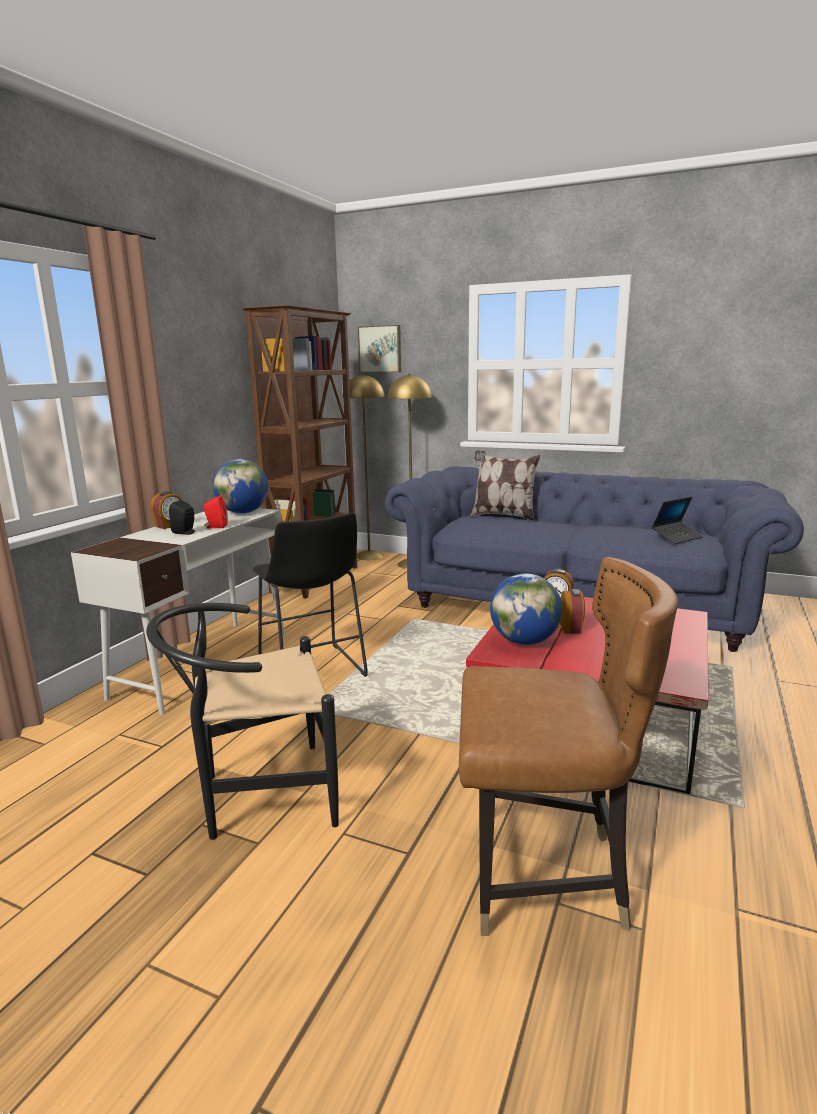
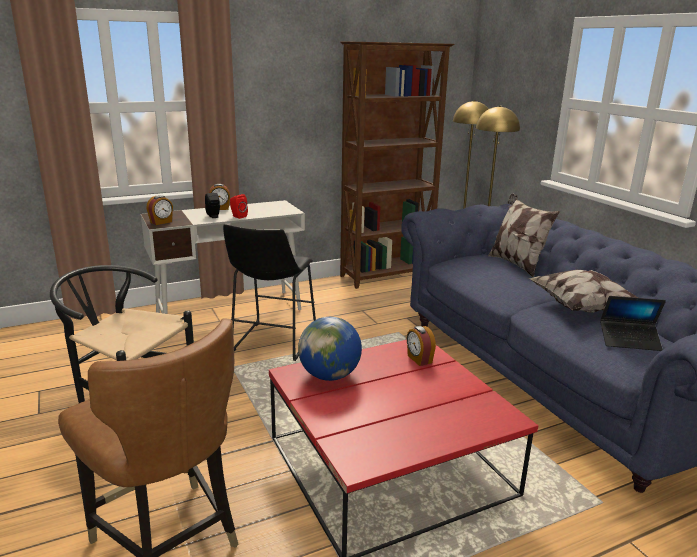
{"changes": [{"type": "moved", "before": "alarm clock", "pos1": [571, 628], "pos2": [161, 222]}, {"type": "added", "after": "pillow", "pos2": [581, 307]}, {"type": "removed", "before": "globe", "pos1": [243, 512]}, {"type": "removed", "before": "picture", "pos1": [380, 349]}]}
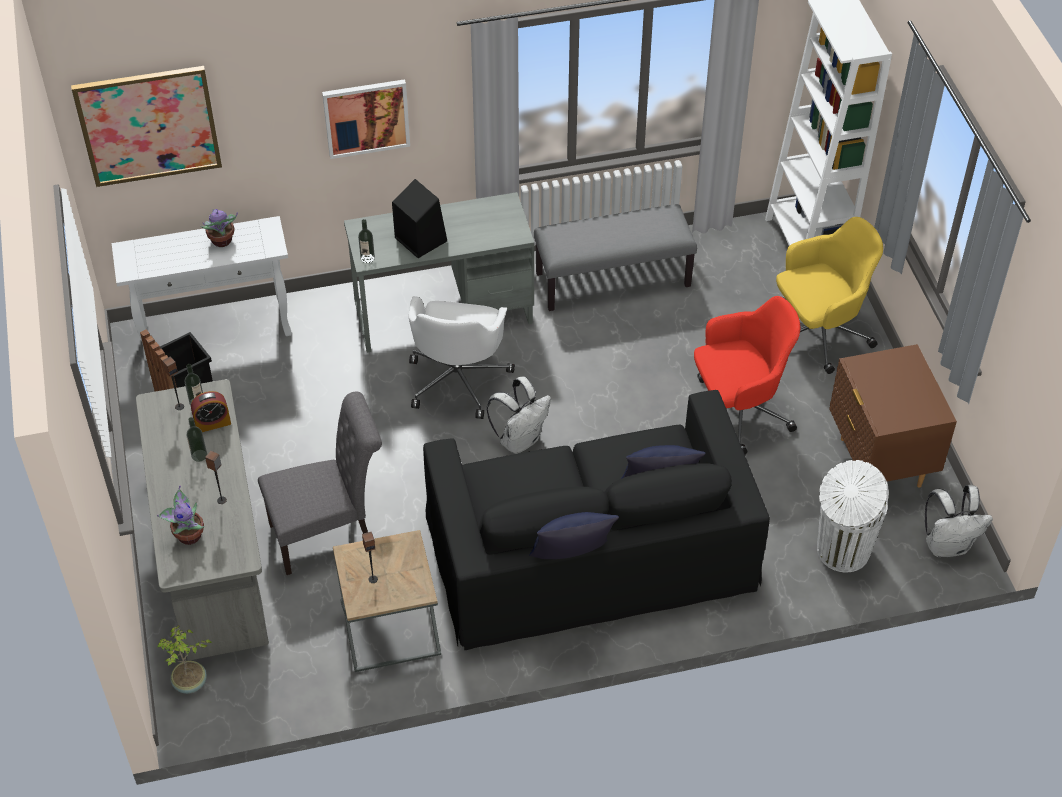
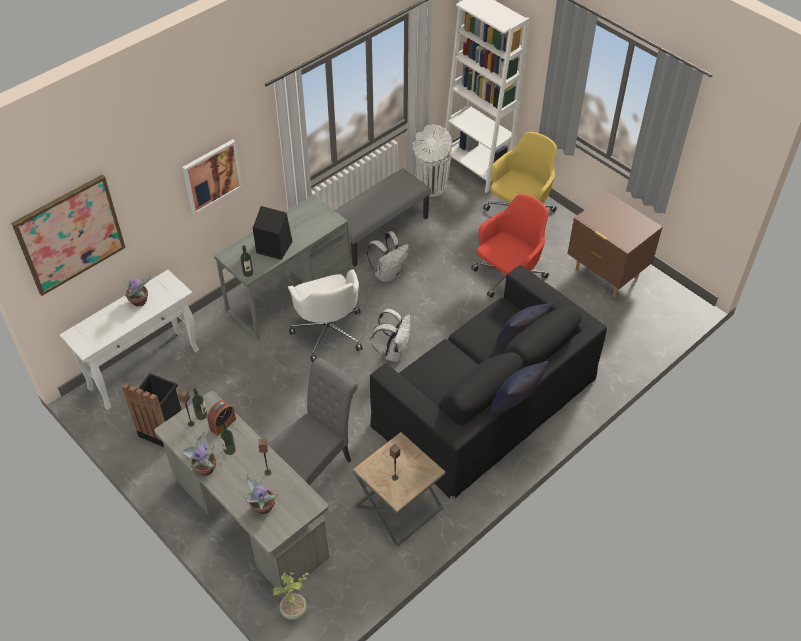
{"changes": [{"type": "added", "after": "potted plant", "pos2": [204, 467]}, {"type": "moved", "before": "white backpack", "pos1": [948, 545], "pos2": [388, 274]}, {"type": "moved", "before": "white trash can", "pos1": [841, 551], "pos2": [431, 186]}]}
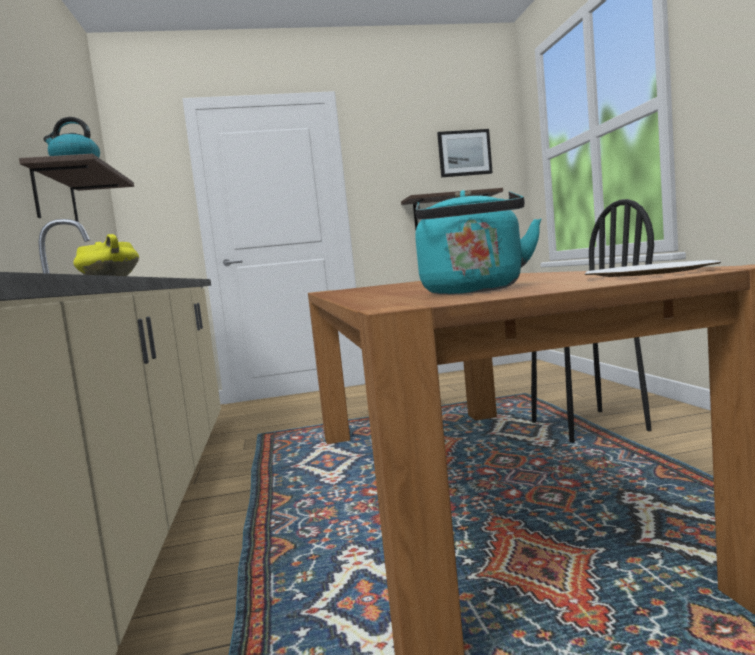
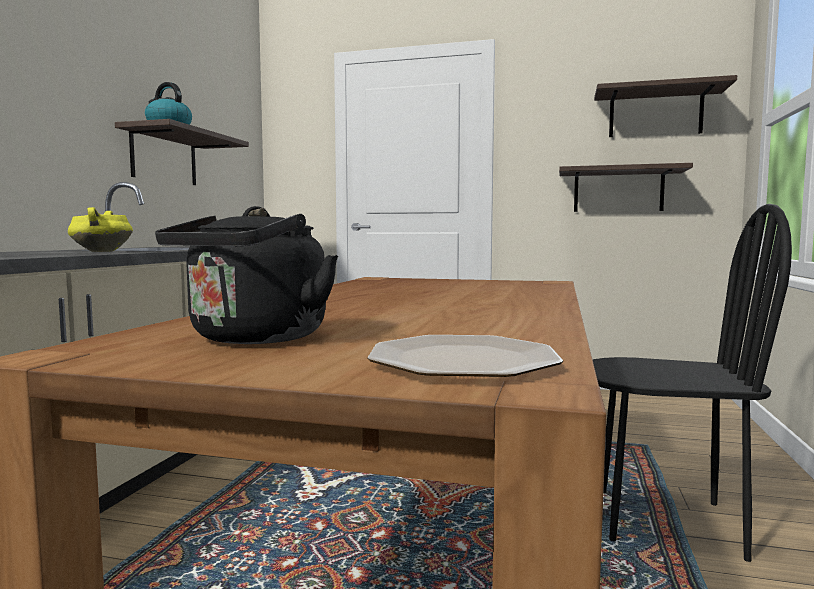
{"changes": [{"type": "recoloured", "before": "turquoise kettle", "after": "black kettle", "pos1": [474, 291], "pos2": [253, 339]}, {"type": "replaced", "before": "picture", "after": "shelf", "pos1": [464, 153], "pos2": [655, 114]}]}
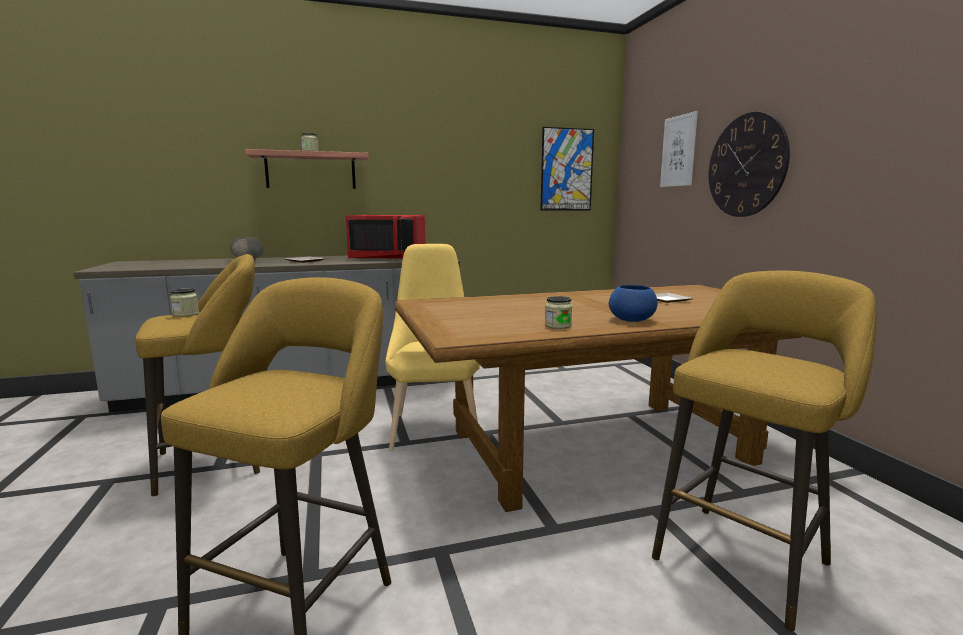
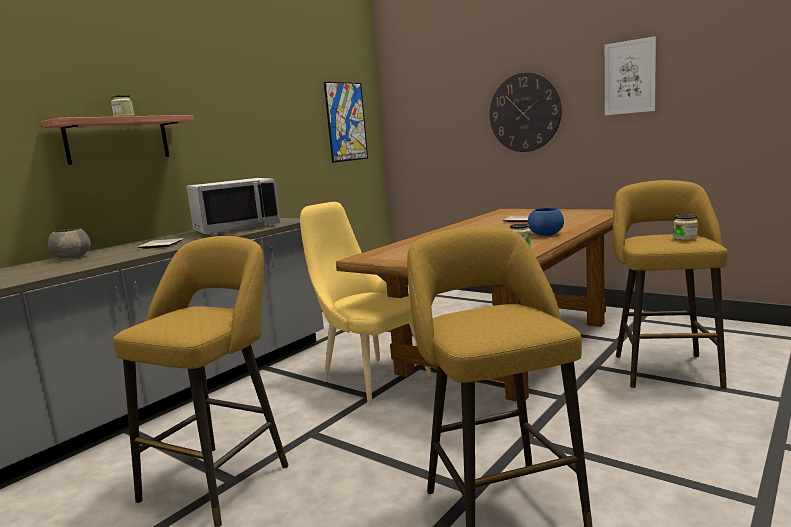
{"changes": [{"type": "recoloured", "before": "red microwave", "after": "grey microwave", "pos1": [389, 258], "pos2": [236, 228]}, {"type": "moved", "before": "picture", "pos1": [678, 151], "pos2": [629, 77]}, {"type": "moved", "before": "jar", "pos1": [186, 314], "pos2": [685, 238]}]}
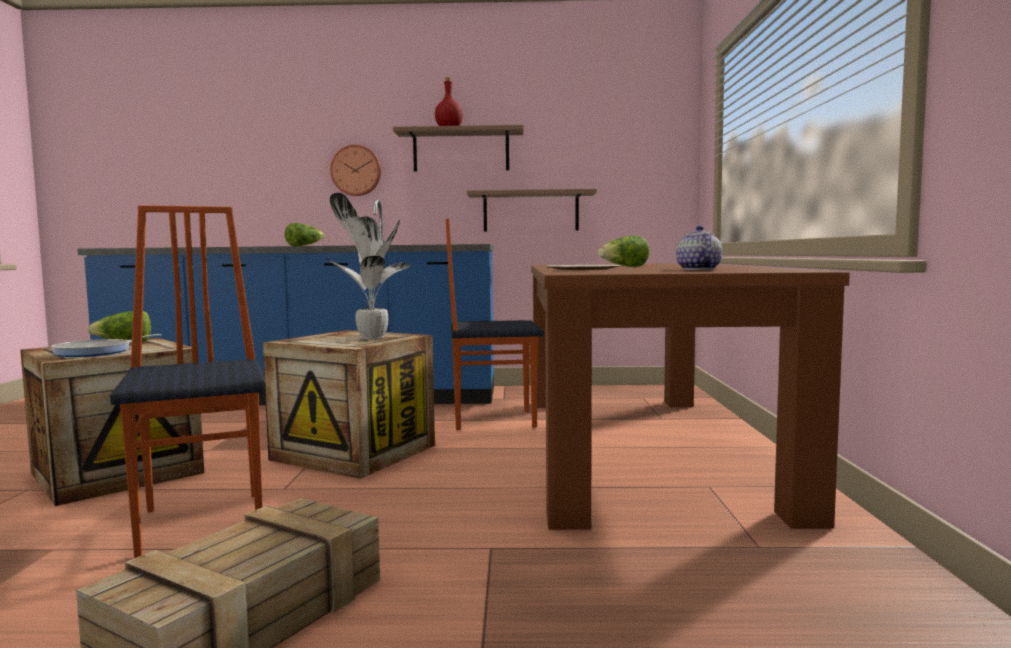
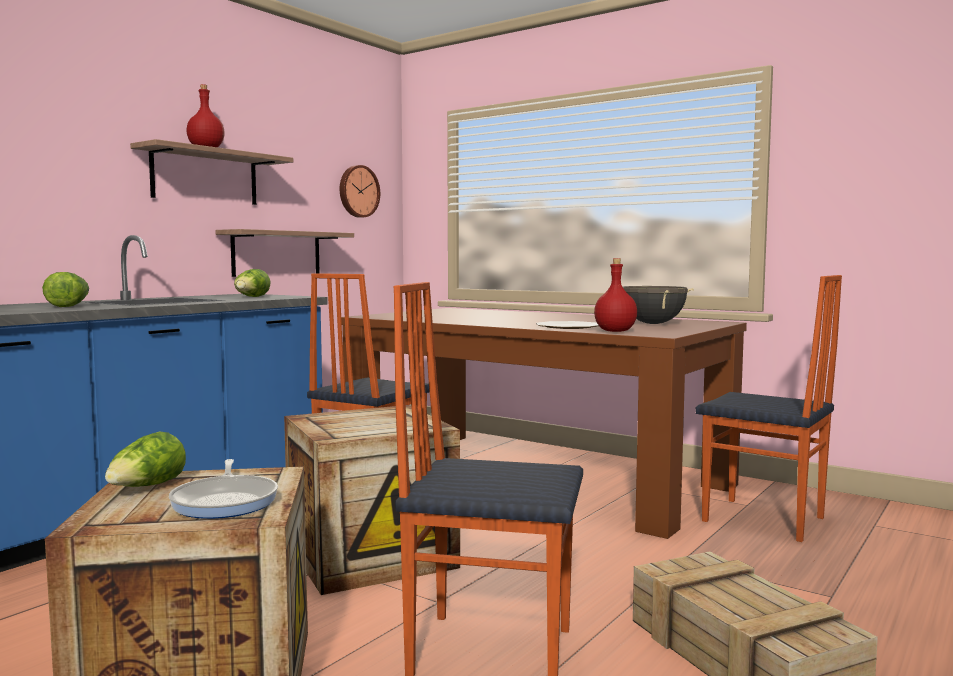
{"changes": [{"type": "moved", "before": "lettuce", "pos1": [624, 267], "pos2": [251, 297]}, {"type": "moved", "before": "wall clock", "pos1": [356, 170], "pos2": [358, 191]}, {"type": "added", "after": "red bottle", "pos2": [616, 331]}, {"type": "replaced", "before": "teapot", "after": "black cooking pot", "pos1": [697, 269], "pos2": [653, 324]}, {"type": "added", "after": "chair", "pos2": [763, 520]}, {"type": "removed", "before": "potted plant", "pos1": [370, 338]}]}
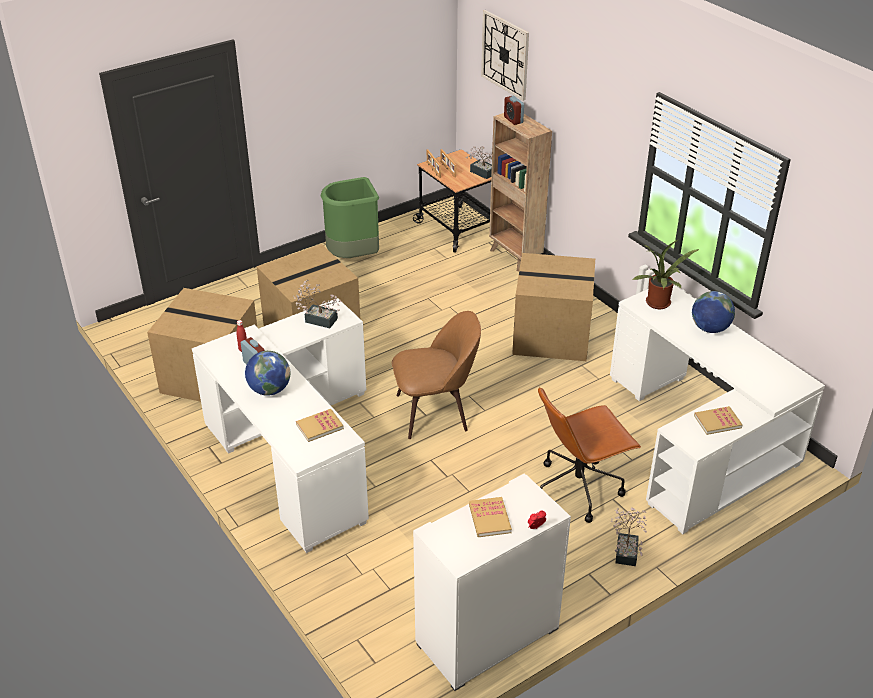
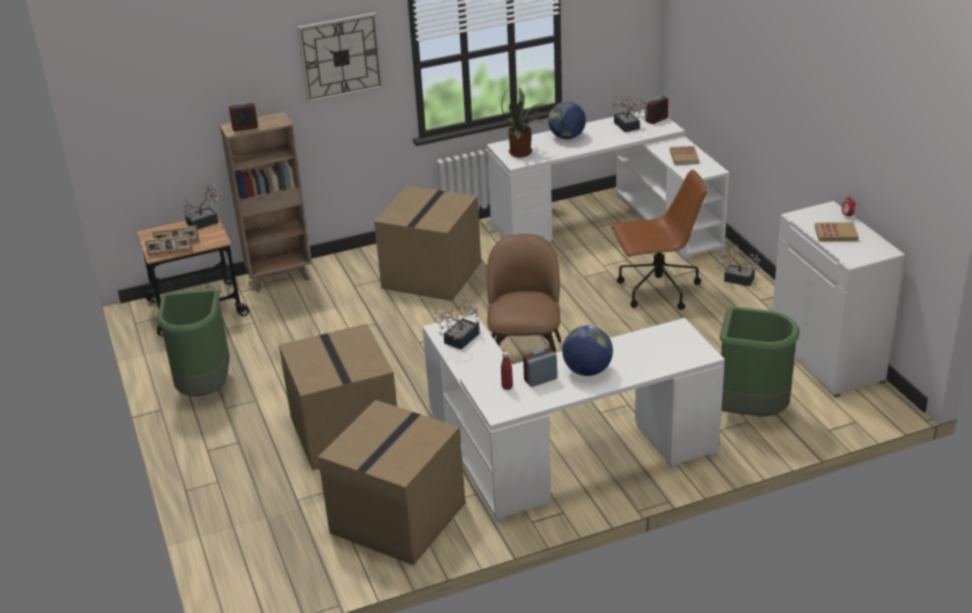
{"changes": [{"type": "moved", "before": "wall clock", "pos1": [505, 54], "pos2": [340, 57]}, {"type": "added", "after": "potted plant", "pos2": [627, 127]}, {"type": "turned", "before": "brown office chair", "pos1": [579, 488], "pos2": [656, 290], "turn": -90}, {"type": "added", "after": "alarm clock", "pos2": [656, 120]}, {"type": "added", "after": "green trash can", "pos2": [750, 411]}, {"type": "removed", "before": "book", "pos1": [319, 426]}]}
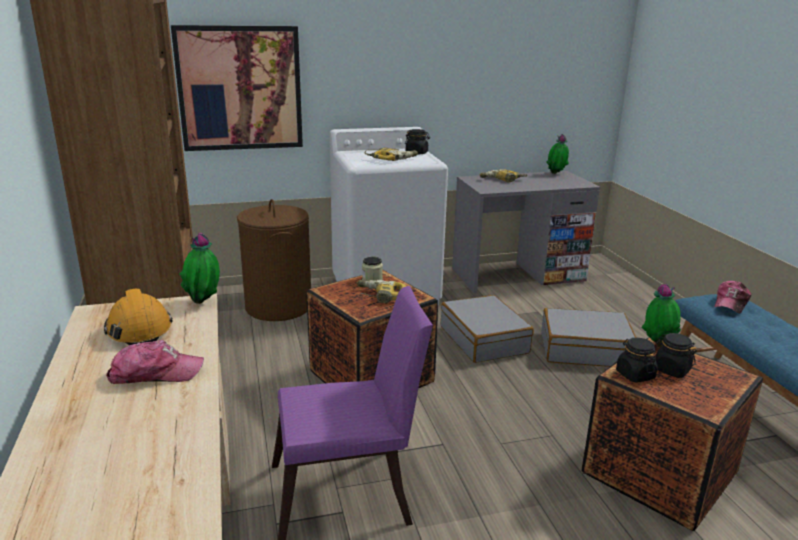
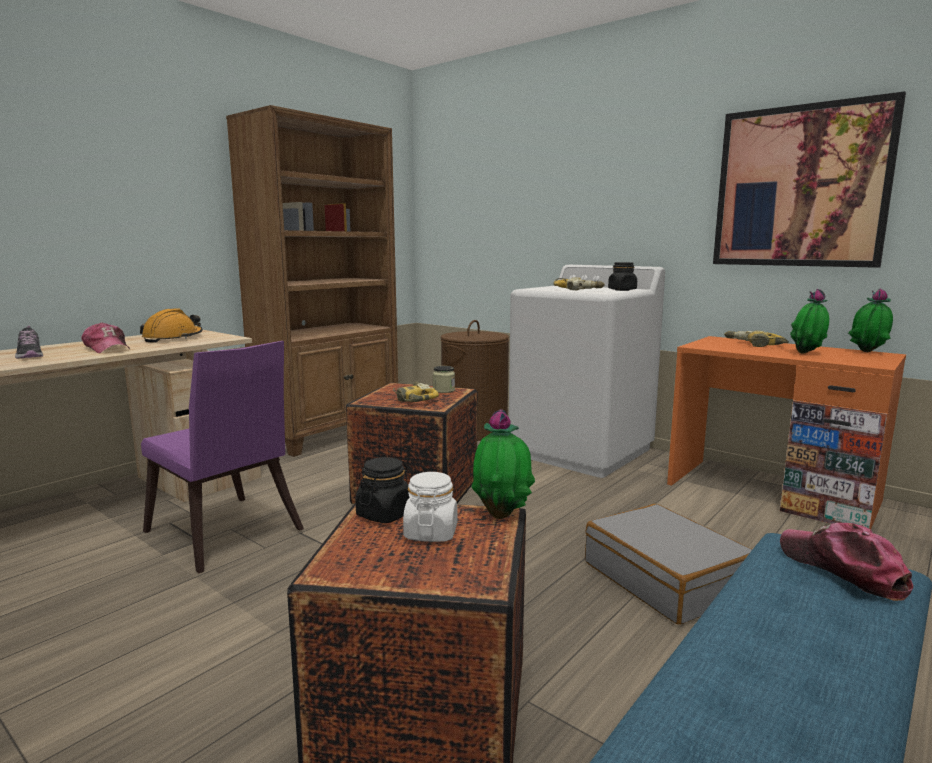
{"changes": [{"type": "added", "after": "shoe", "pos2": [30, 355]}, {"type": "recoloured", "before": "black jar", "after": "white jar", "pos1": [671, 370], "pos2": [431, 533]}, {"type": "recoloured", "before": "grey desk", "after": "orange desk", "pos1": [518, 275], "pos2": [771, 492]}, {"type": "moved", "before": "picture", "pos1": [240, 88], "pos2": [800, 187]}, {"type": "turned", "before": "cap", "pos1": [731, 303], "pos2": [842, 569], "turn": 60}, {"type": "moved", "before": "potted plant", "pos1": [204, 303], "pos2": [807, 354]}, {"type": "removed", "before": "grey suitcase", "pos1": [484, 340]}]}
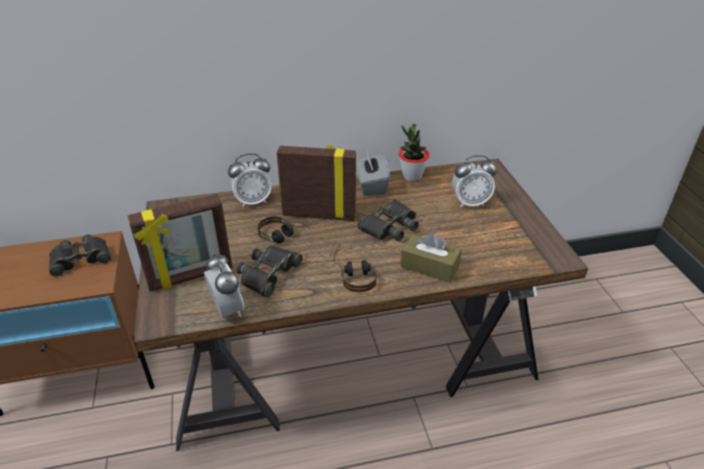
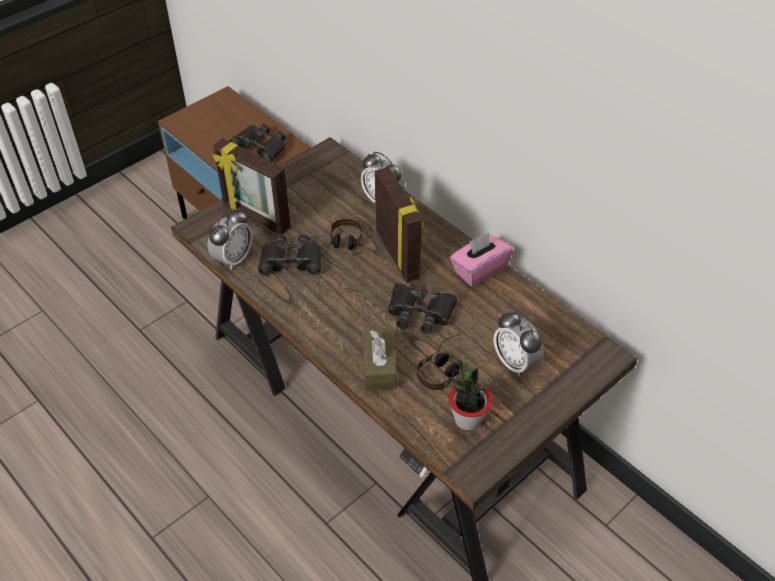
{"changes": [{"type": "moved", "before": "headphones", "pos1": [354, 274], "pos2": [443, 368]}, {"type": "moved", "before": "potted plant", "pos1": [412, 176], "pos2": [467, 419]}, {"type": "recoloured", "before": "grey tissue box", "after": "pink tissue box", "pos1": [371, 185], "pos2": [479, 270]}]}
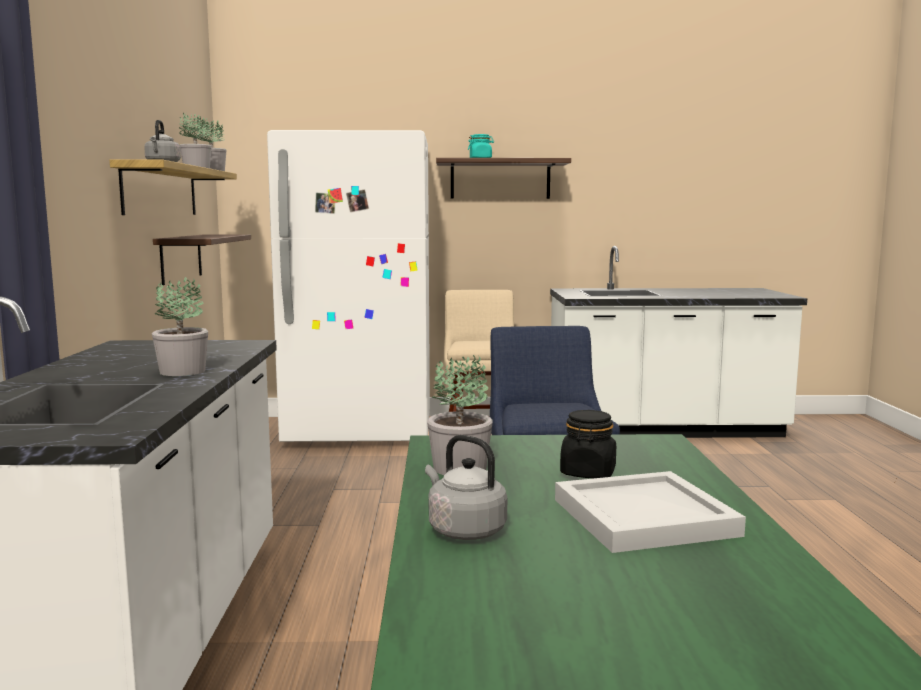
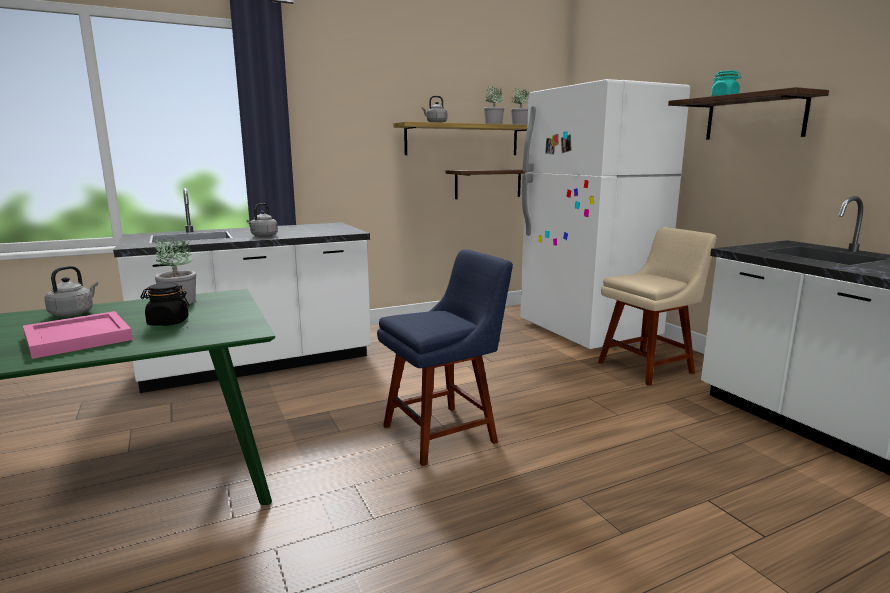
{"changes": [{"type": "recoloured", "before": "white tray", "after": "pink tray", "pos1": [643, 518], "pos2": [76, 338]}, {"type": "replaced", "before": "potted plant", "after": "grey kettle", "pos1": [183, 371], "pos2": [263, 236]}]}
